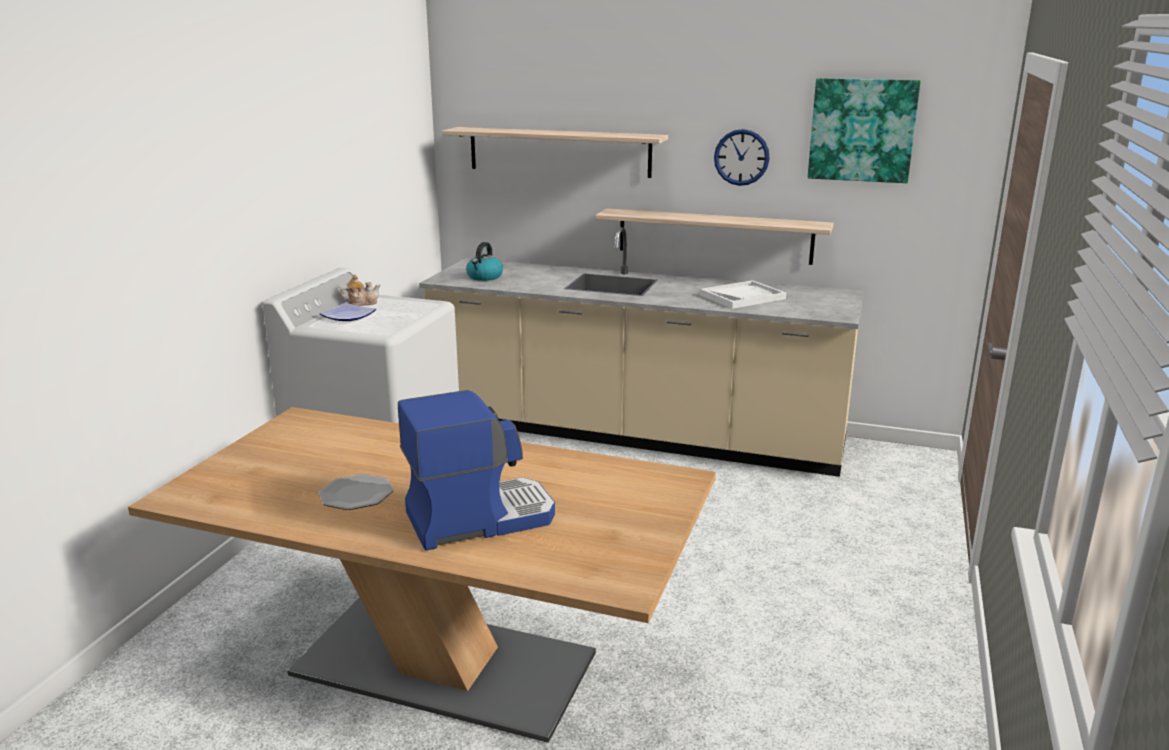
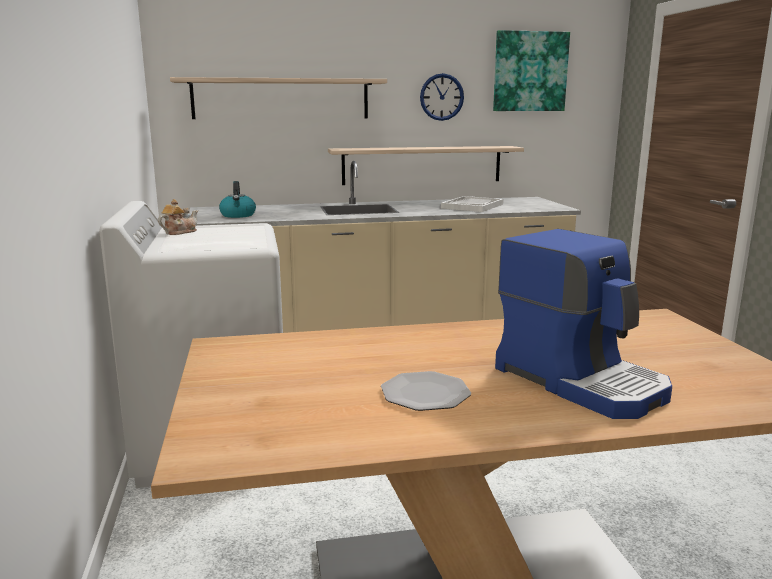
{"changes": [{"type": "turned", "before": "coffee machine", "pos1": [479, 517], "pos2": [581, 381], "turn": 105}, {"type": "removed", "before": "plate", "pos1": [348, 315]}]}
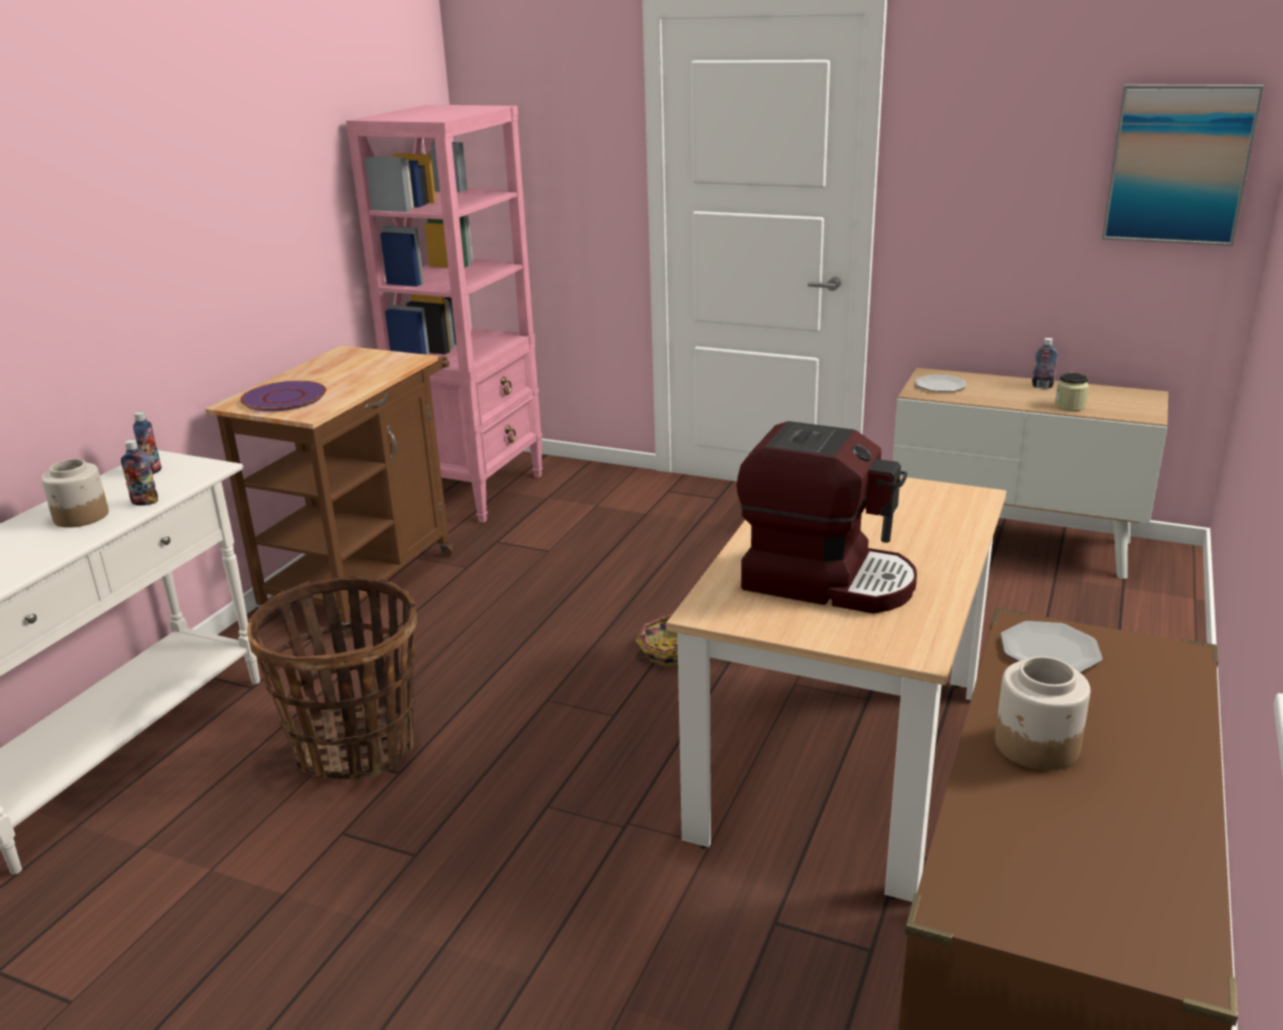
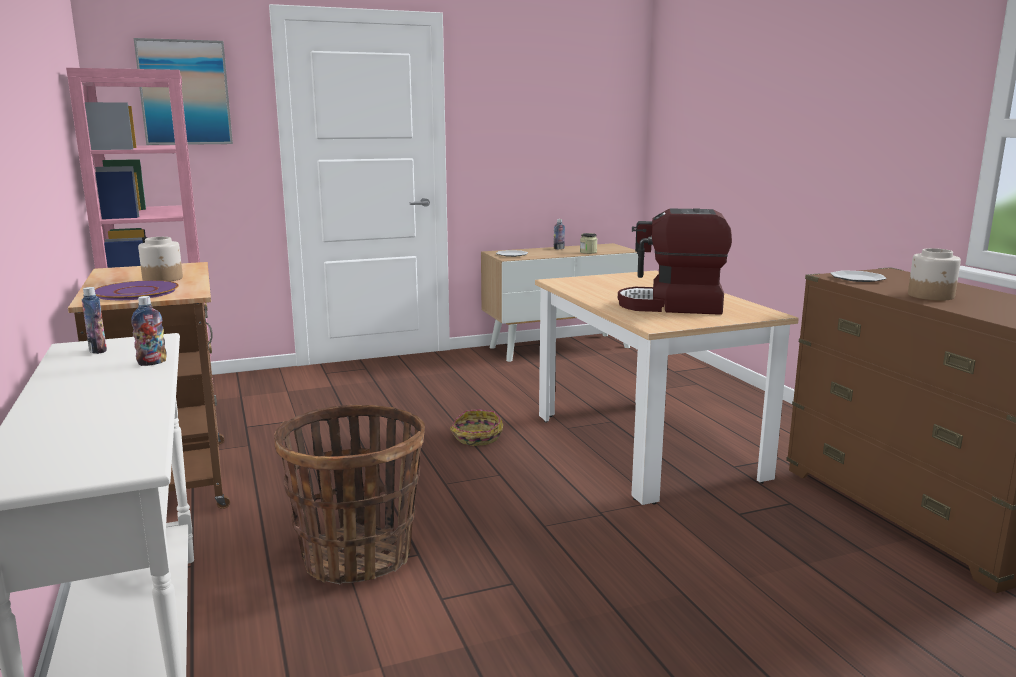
{"changes": [{"type": "moved", "before": "picture", "pos1": [1179, 164], "pos2": [184, 93]}, {"type": "moved", "before": "jar", "pos1": [81, 517], "pos2": [163, 279]}, {"type": "turned", "before": "coffee machine", "pos1": [826, 580], "pos2": [672, 306], "turn": -150}]}
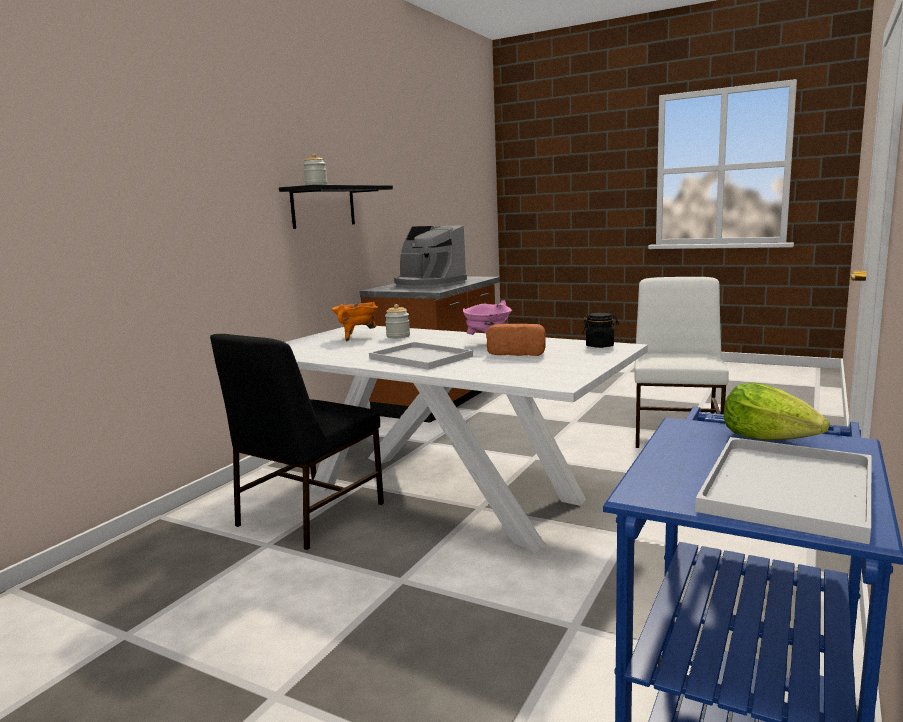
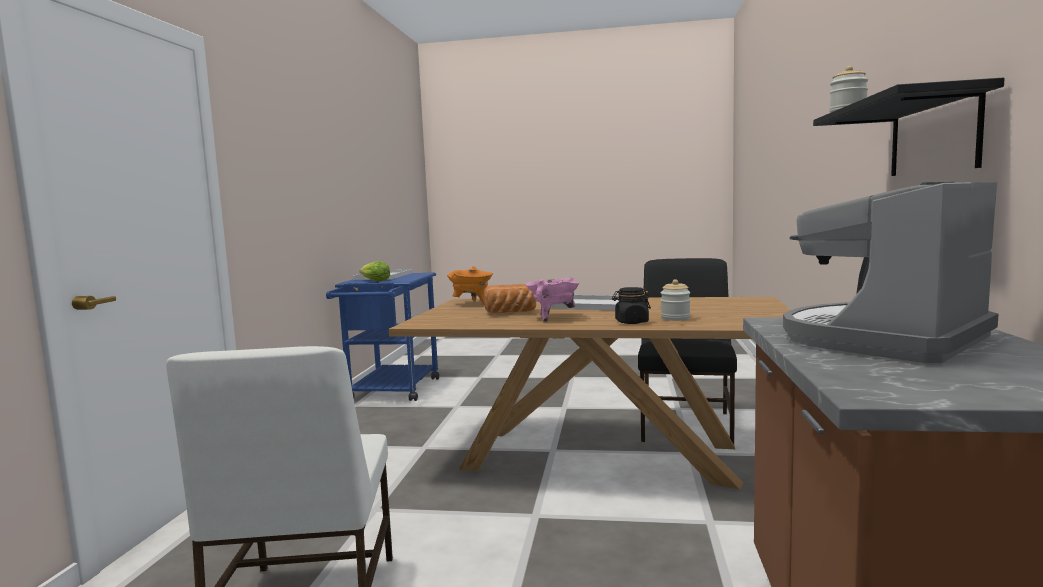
{"changes": [{"type": "recoloured", "before": "white dining table", "after": "brown dining table", "pos1": [441, 494], "pos2": [600, 456]}, {"type": "moved", "before": "orange cooking pot", "pos1": [357, 337], "pos2": [472, 304]}, {"type": "moved", "before": "black jar", "pos1": [600, 345], "pos2": [631, 322]}, {"type": "turned", "before": "coffee machine", "pos1": [428, 285], "pos2": [883, 339], "turn": -60}]}
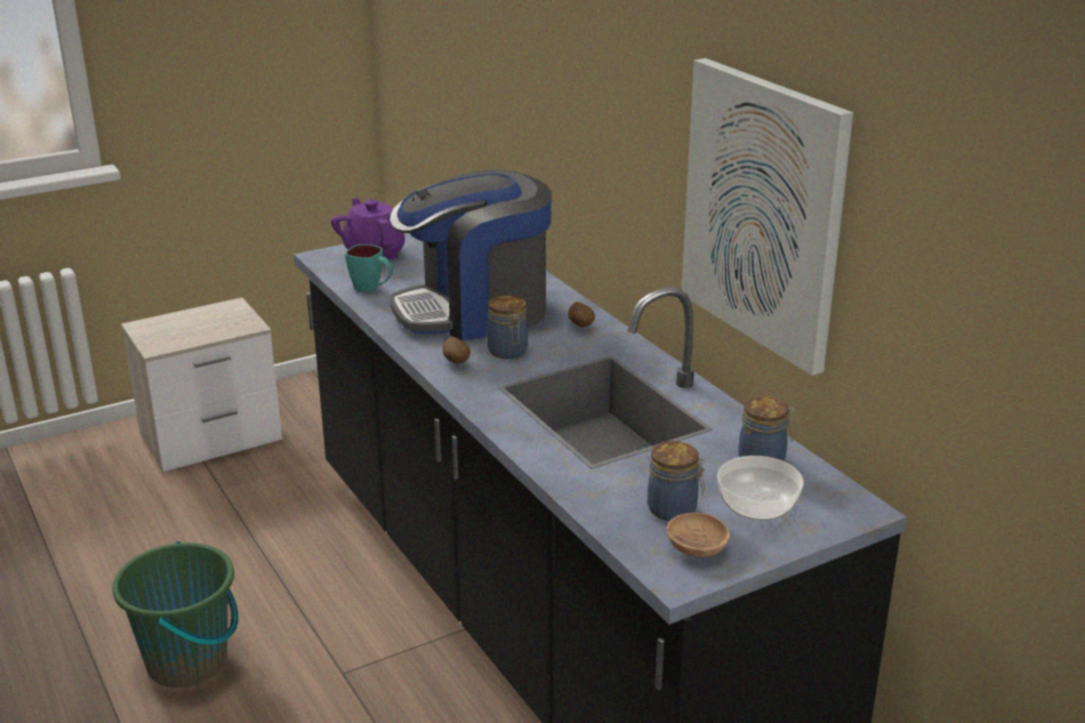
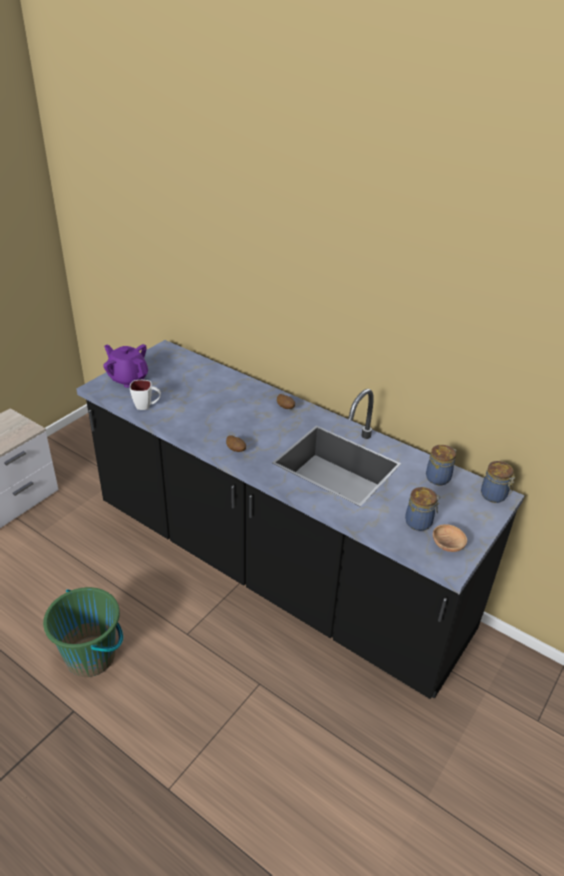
{"changes": [{"type": "recoloured", "before": "turquoise mug", "after": "white mug", "pos1": [372, 289], "pos2": [147, 406]}, {"type": "moved", "before": "jar", "pos1": [508, 352], "pos2": [494, 496]}, {"type": "removed", "before": "coffee machine", "pos1": [475, 311]}, {"type": "removed", "before": "picture", "pos1": [764, 212]}, {"type": "removed", "before": "bowl", "pos1": [756, 506]}]}
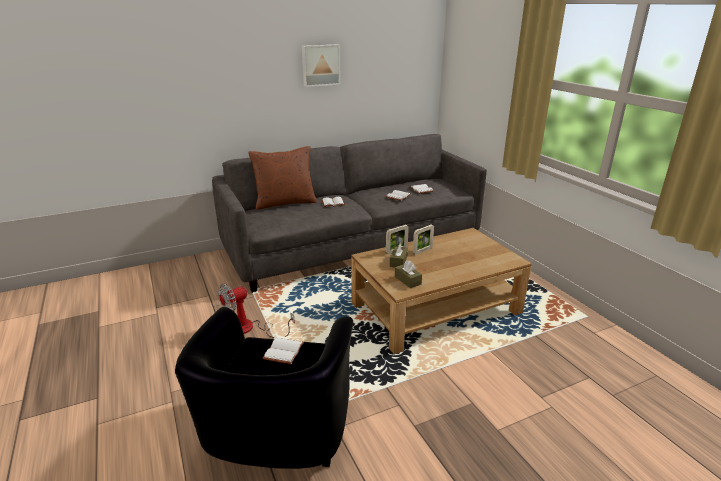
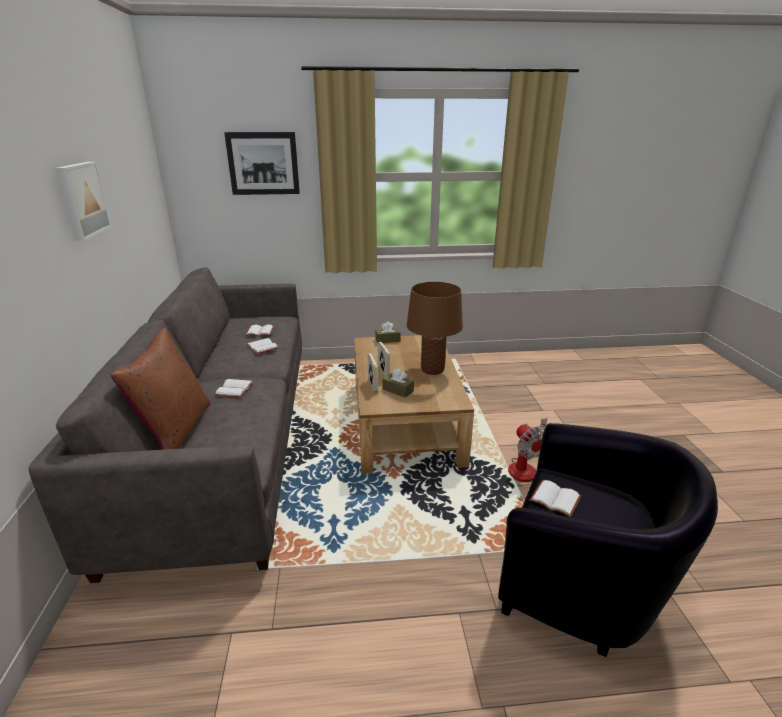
{"changes": [{"type": "added", "after": "picture", "pos2": [263, 163]}, {"type": "moved", "before": "brown tissue box", "pos1": [407, 280], "pos2": [387, 340]}, {"type": "added", "after": "brown table lamp", "pos2": [432, 370]}, {"type": "moved", "before": "fan", "pos1": [249, 328], "pos2": [526, 467]}]}
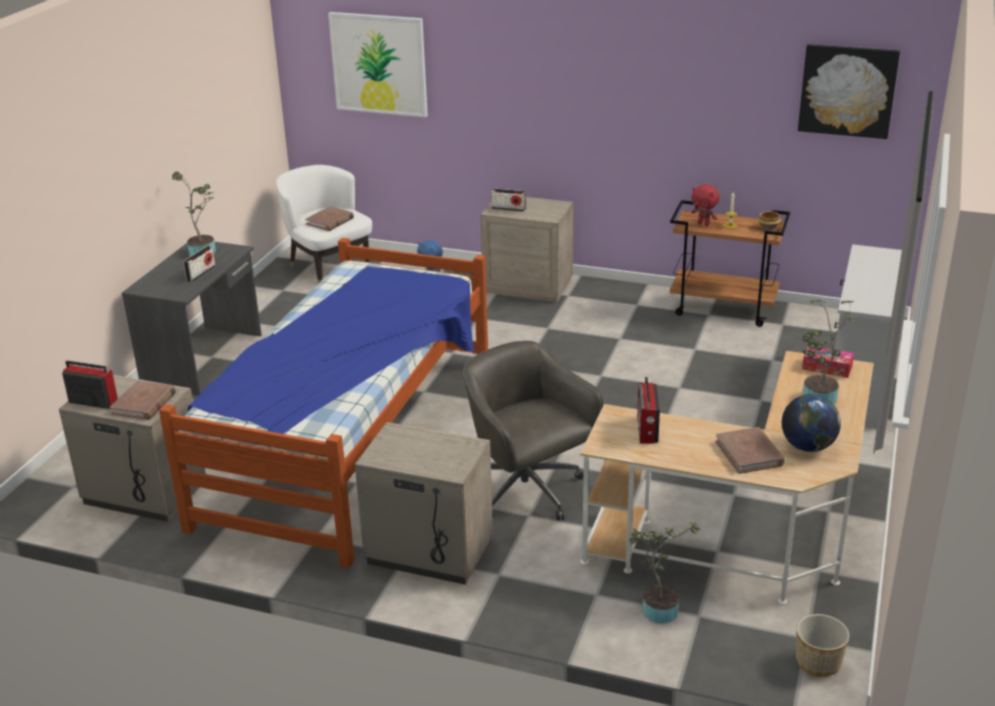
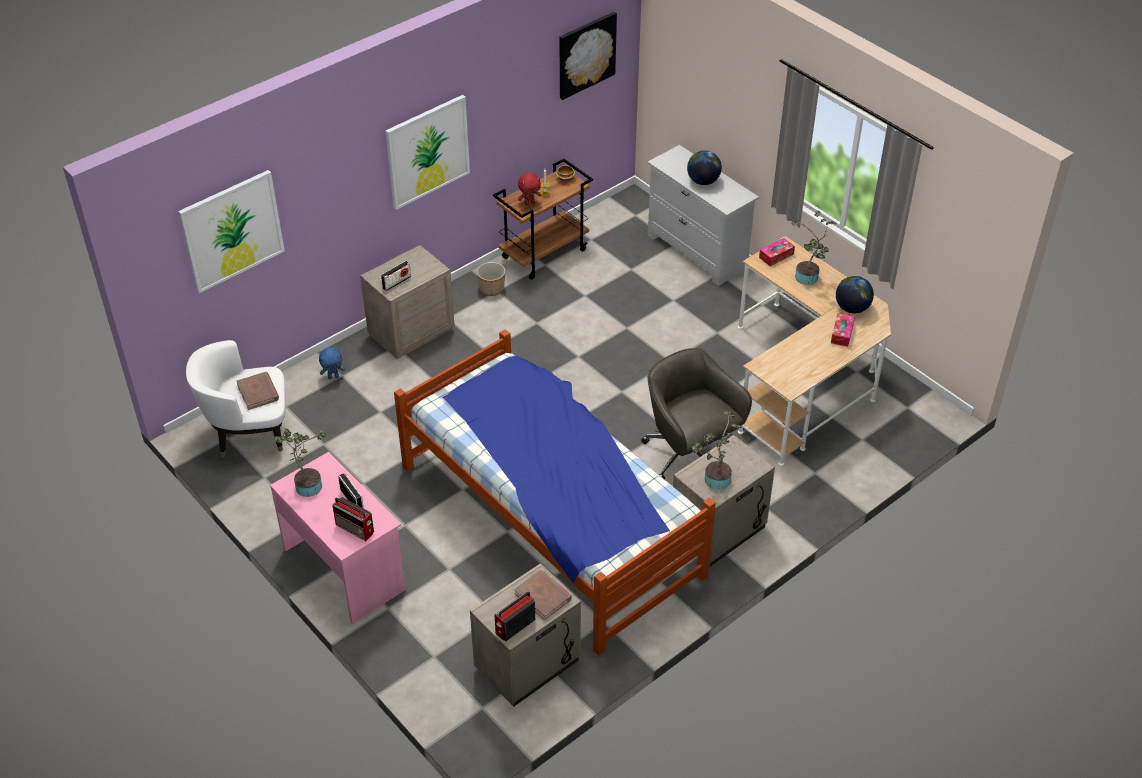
{"changes": [{"type": "recoloured", "before": "grey desk", "after": "pink desk", "pos1": [204, 359], "pos2": [345, 568]}, {"type": "moved", "before": "radio", "pos1": [646, 430], "pos2": [355, 529]}, {"type": "added", "after": "picture", "pos2": [427, 151]}, {"type": "moved", "before": "planter", "pos1": [818, 663], "pos2": [492, 289]}, {"type": "turned", "before": "grey office chair", "pos1": [527, 492], "pos2": [689, 456], "turn": 60}, {"type": "added", "after": "globe", "pos2": [703, 181]}, {"type": "moved", "before": "potted plant", "pos1": [656, 609], "pos2": [714, 480]}, {"type": "replaced", "before": "brown book", "after": "tissue box", "pos1": [749, 453], "pos2": [842, 334]}]}
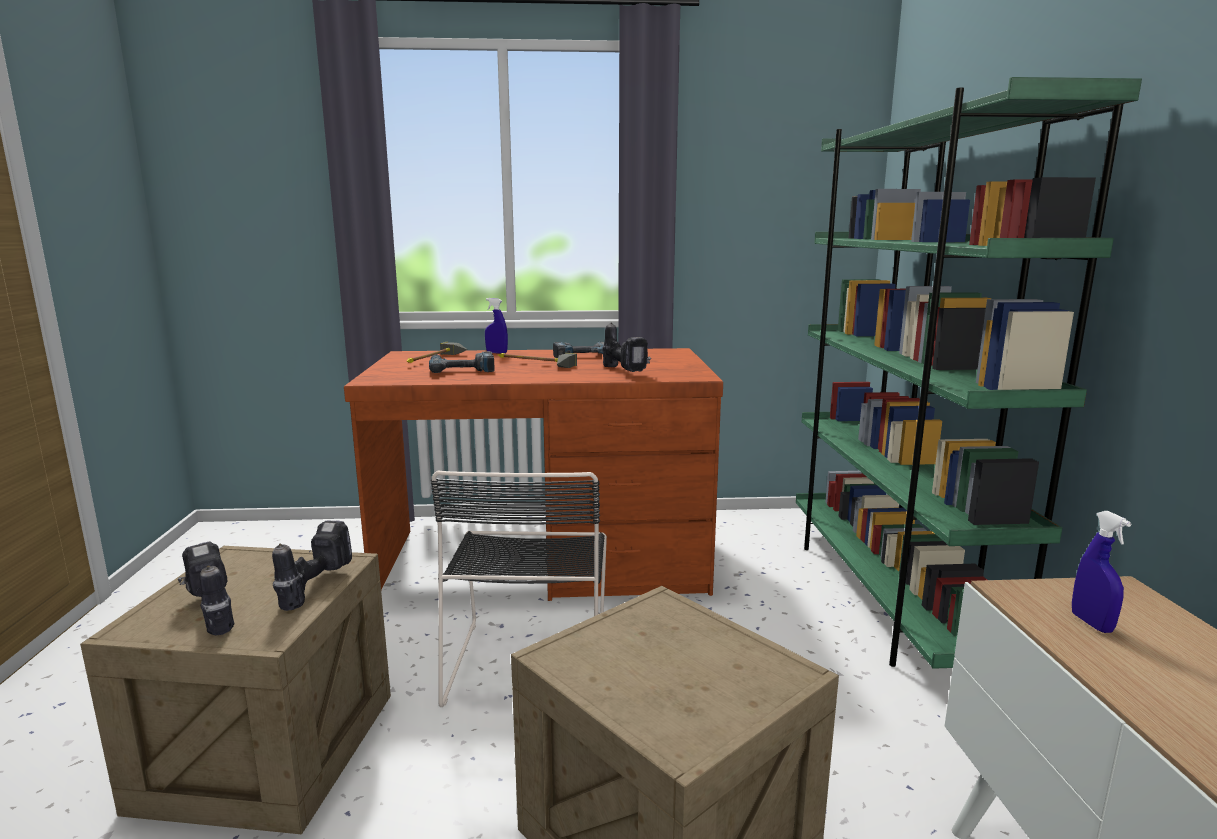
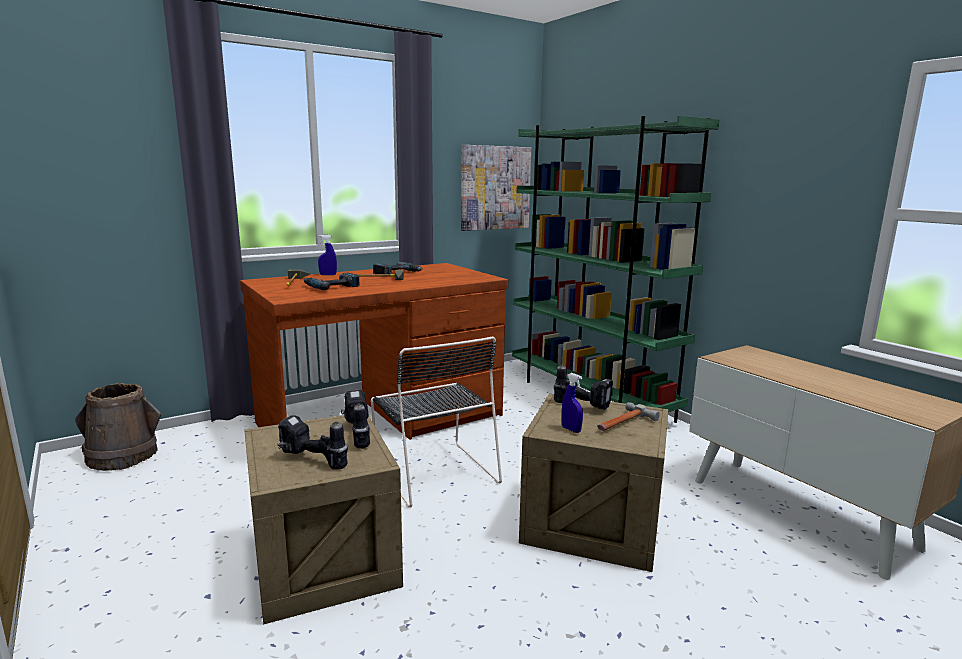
{"changes": [{"type": "added", "after": "brown bucket", "pos2": [122, 456]}, {"type": "added", "after": "picture", "pos2": [495, 188]}, {"type": "moved", "before": "power drill", "pos1": [625, 371], "pos2": [583, 406]}, {"type": "moved", "before": "blue spray bottle", "pos1": [1091, 623], "pos2": [571, 429]}, {"type": "added", "after": "hammer", "pos2": [623, 423]}]}
